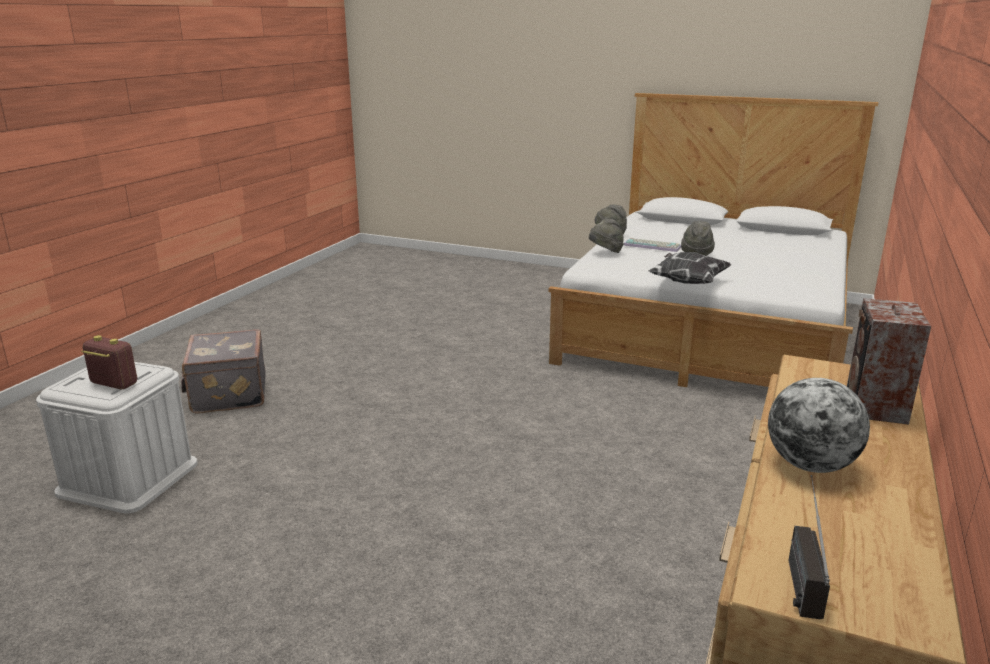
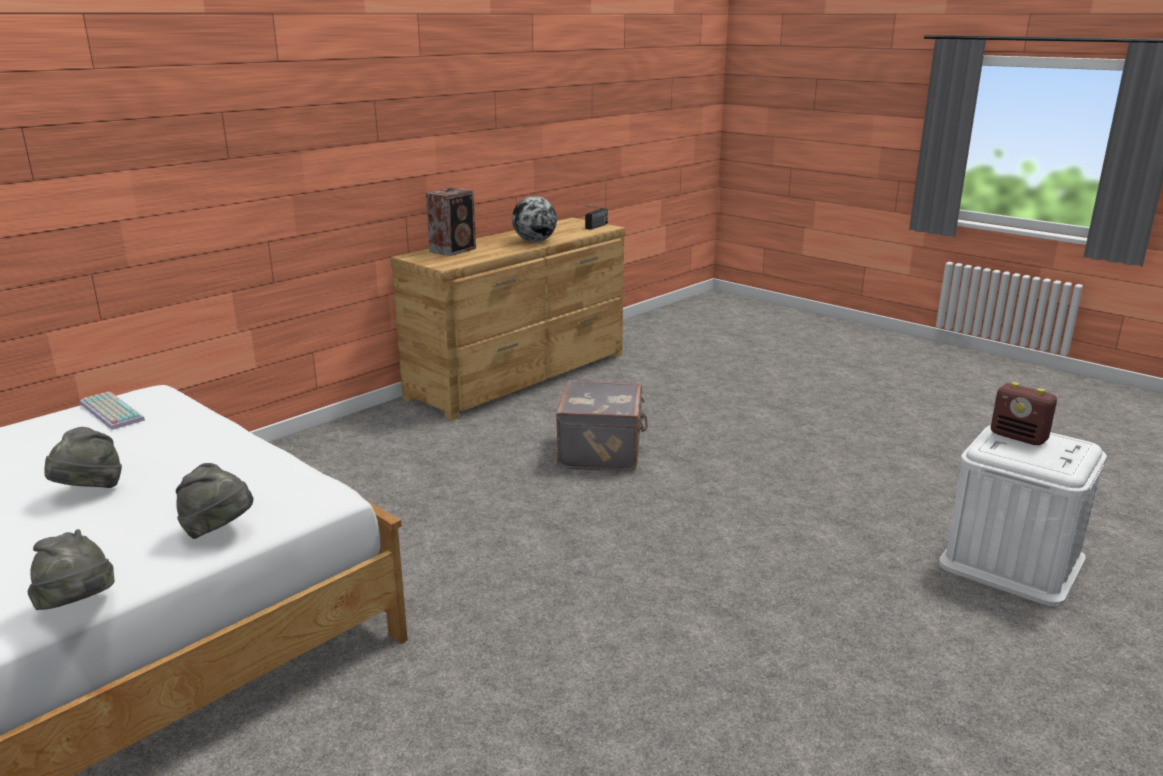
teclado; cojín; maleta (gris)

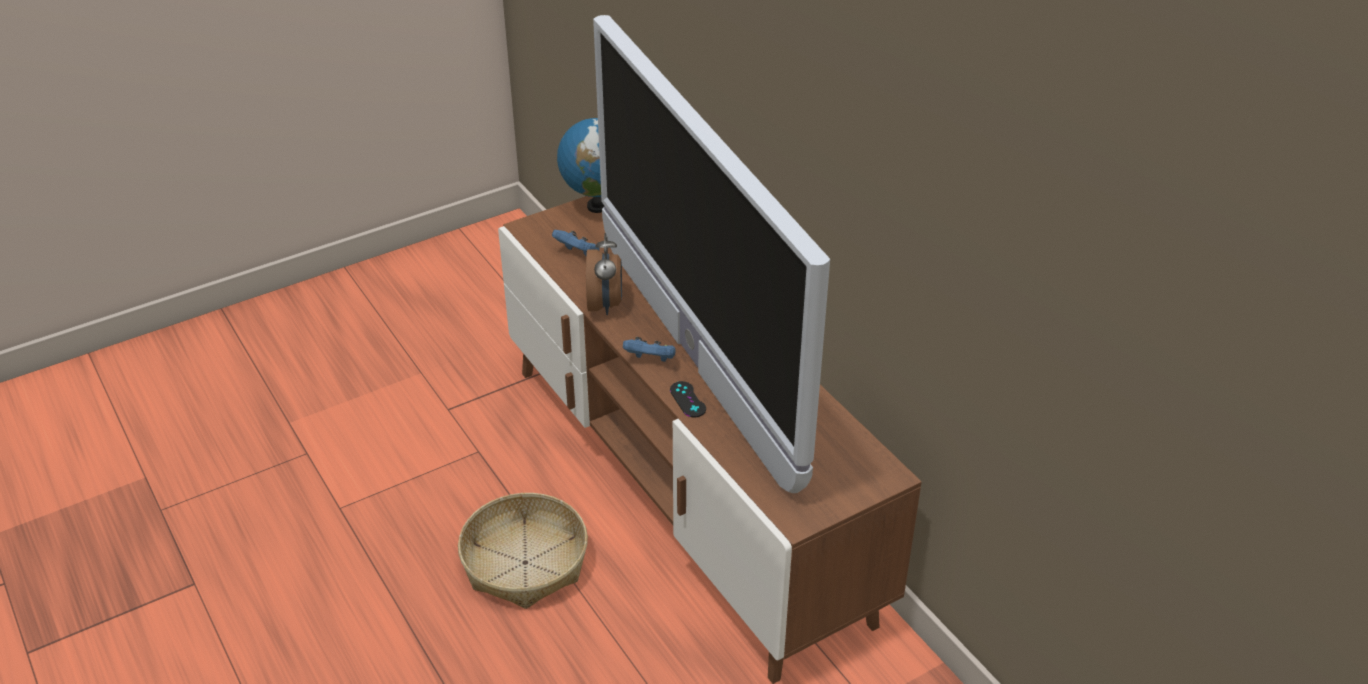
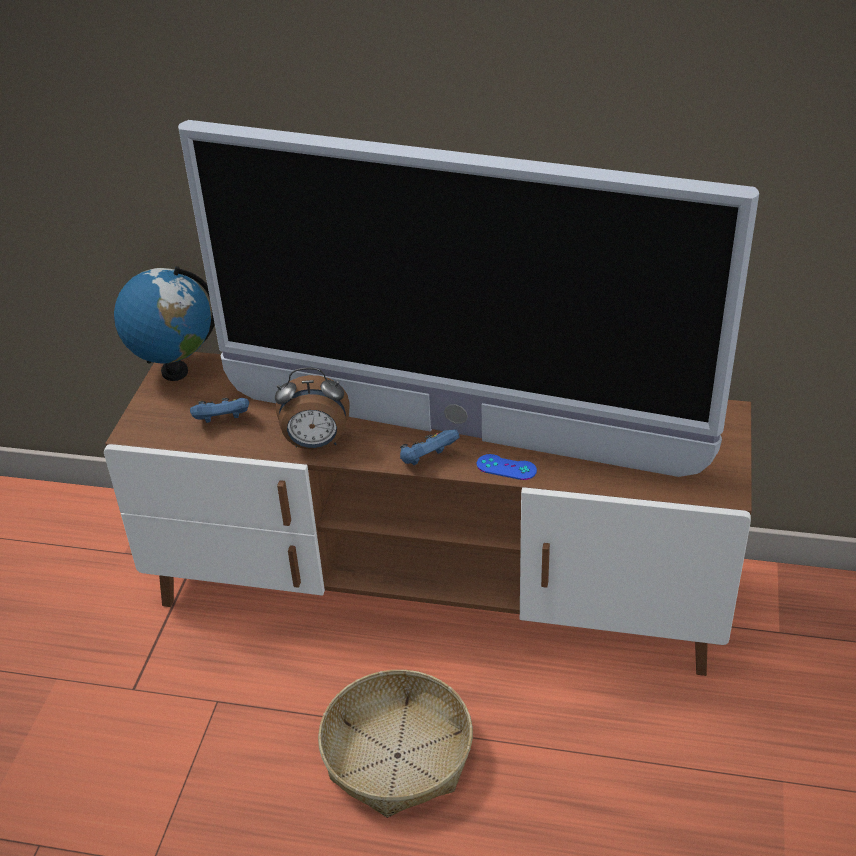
despertador; mando de consola (azul) (3rd from left)

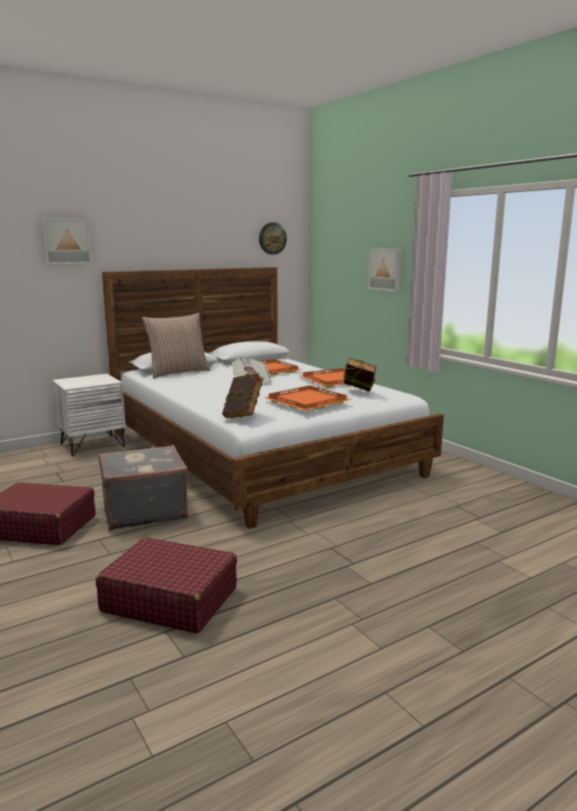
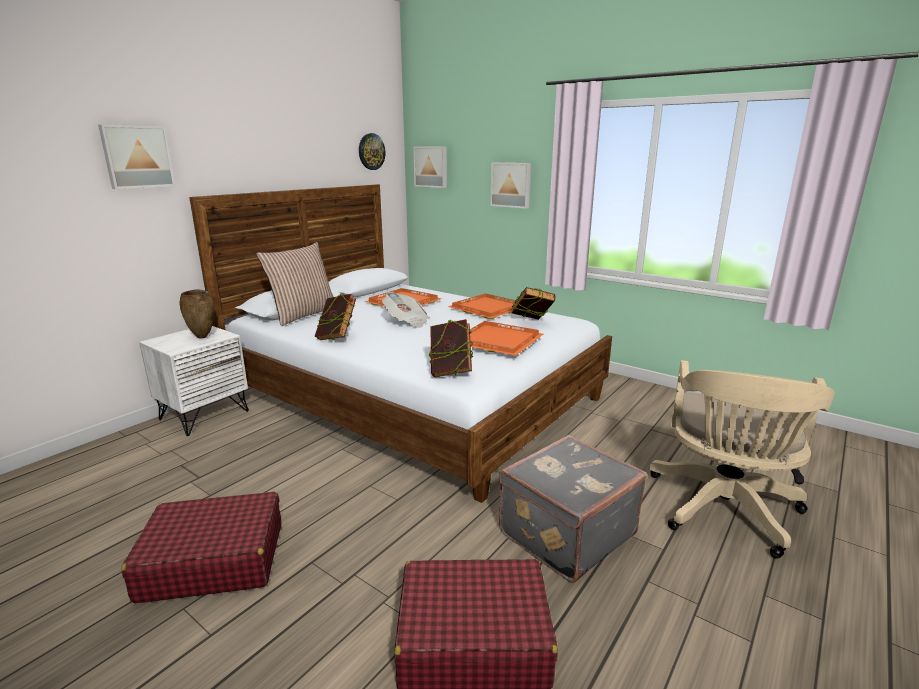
maleta (gris); cuadro (2nd from left); florero (marrón); libro (1st from left); silla de oficina (beis)

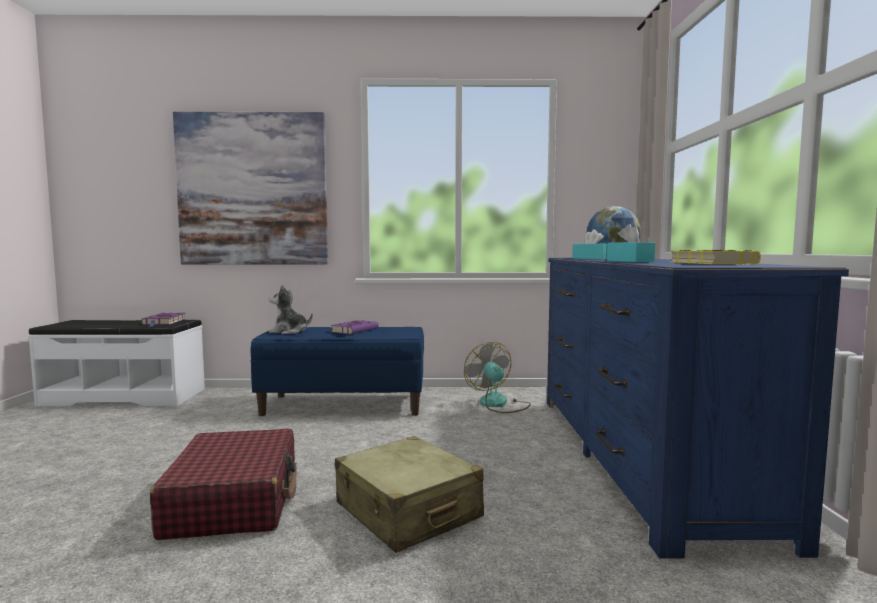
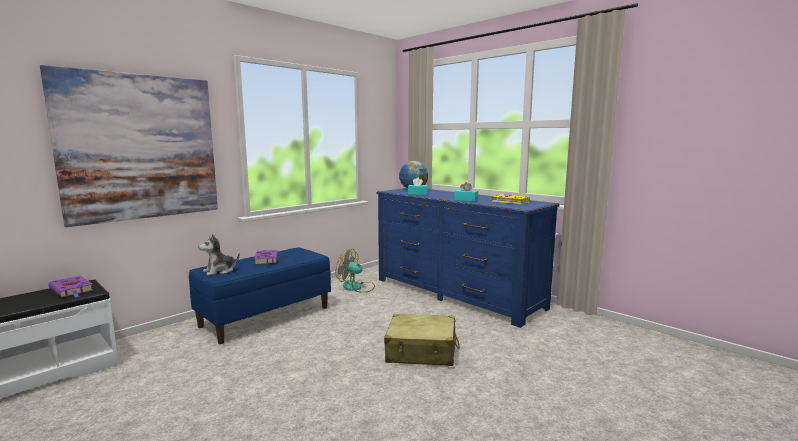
maleta (rojo)

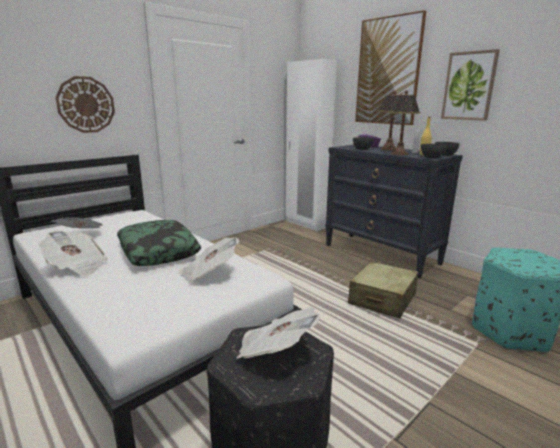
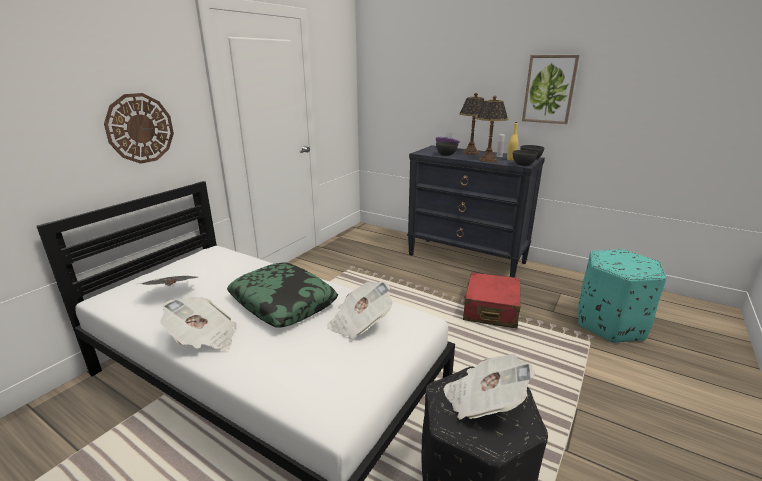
cuadro (1st from left in the first image); armario ropero (blanco); maleta (rojo)

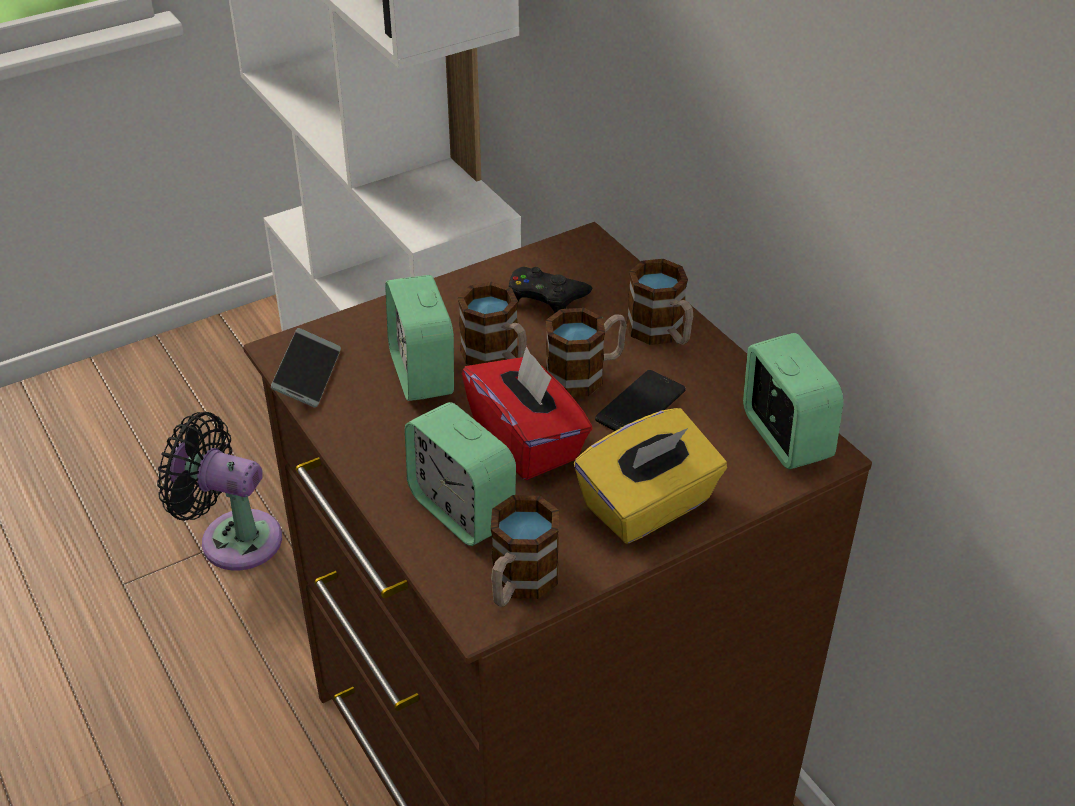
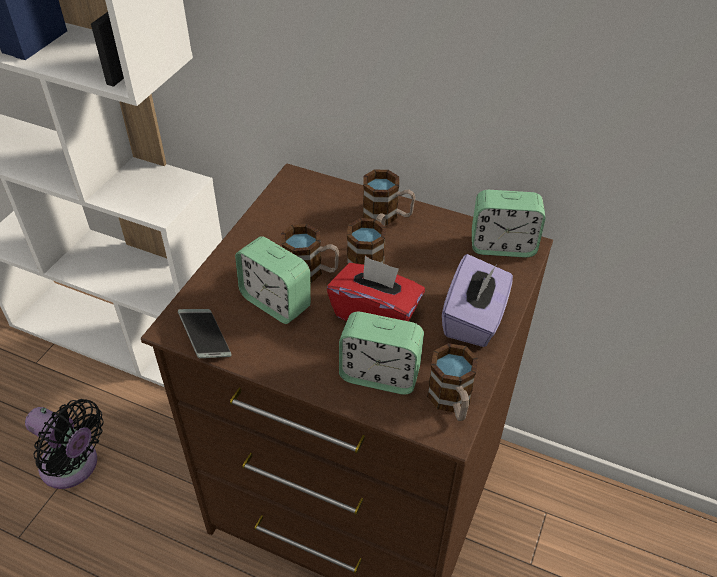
mando de consola (negro); despertador (3rd from left); móvil (2nd from left in the first image); caja de pañuelos (morado); ventilador (negro)

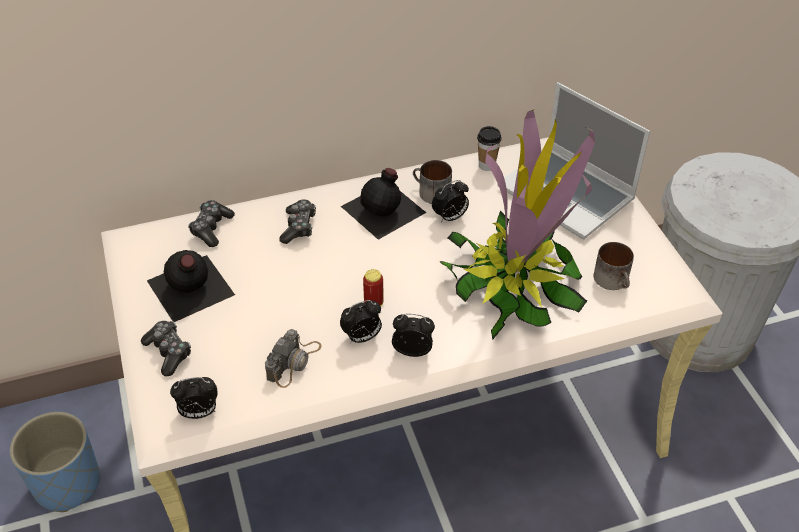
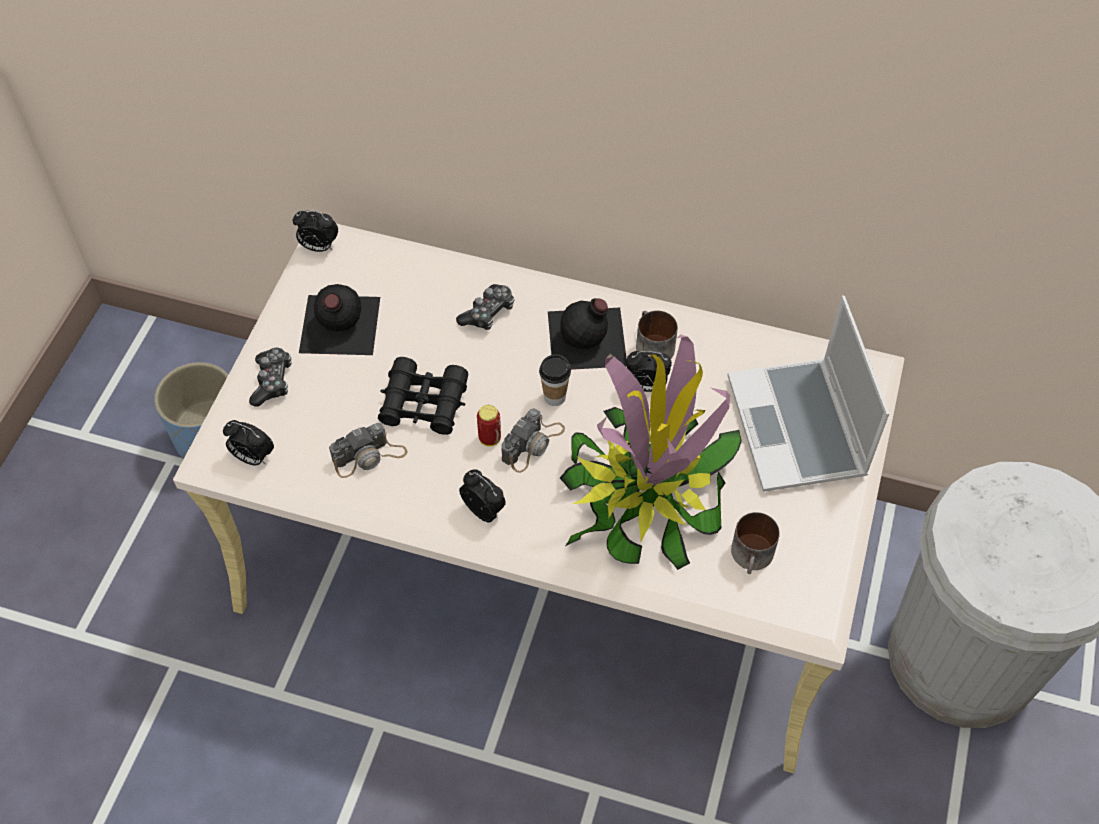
taza; mando de consola (2nd from left in the first image); despertador (2nd from left); prismáticos (negro); cámara (2nd from left)

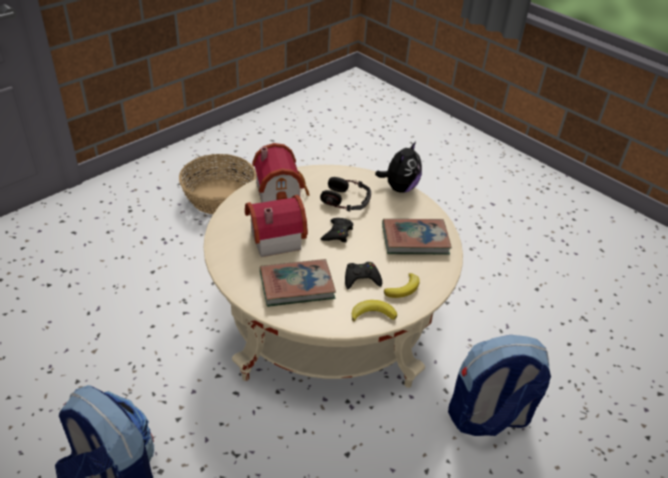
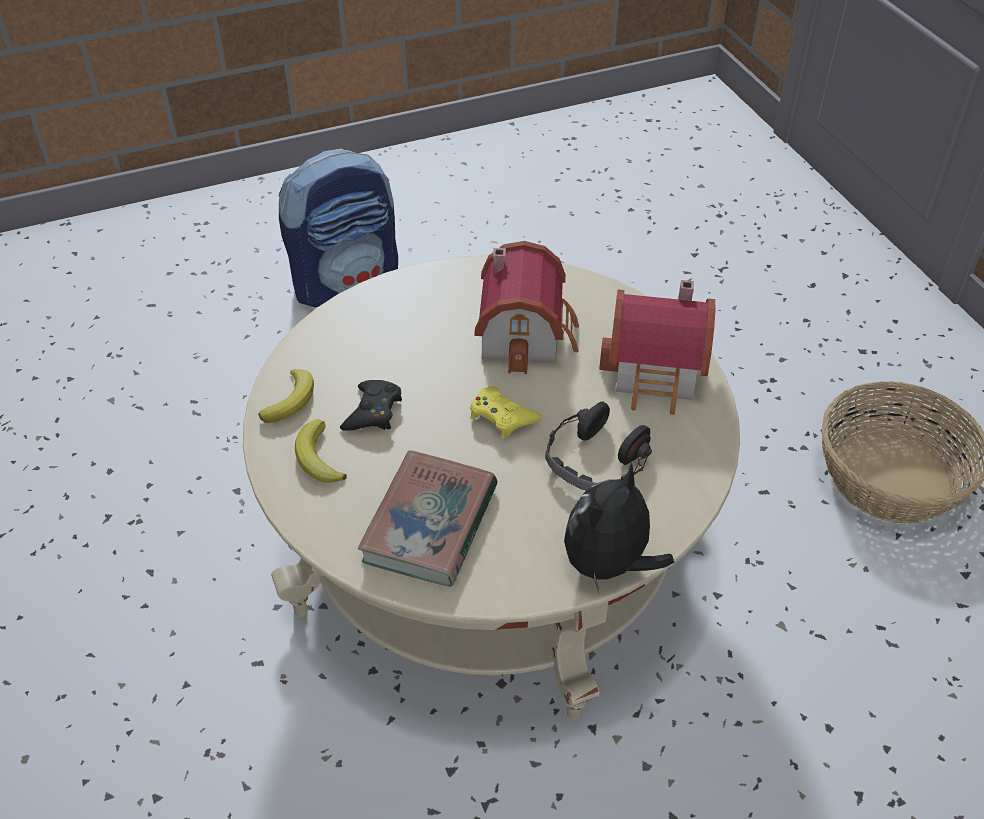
peluche; mando de consola (amarillo); libro (1st from left in the first image); mochila (2nd from left in the first image)

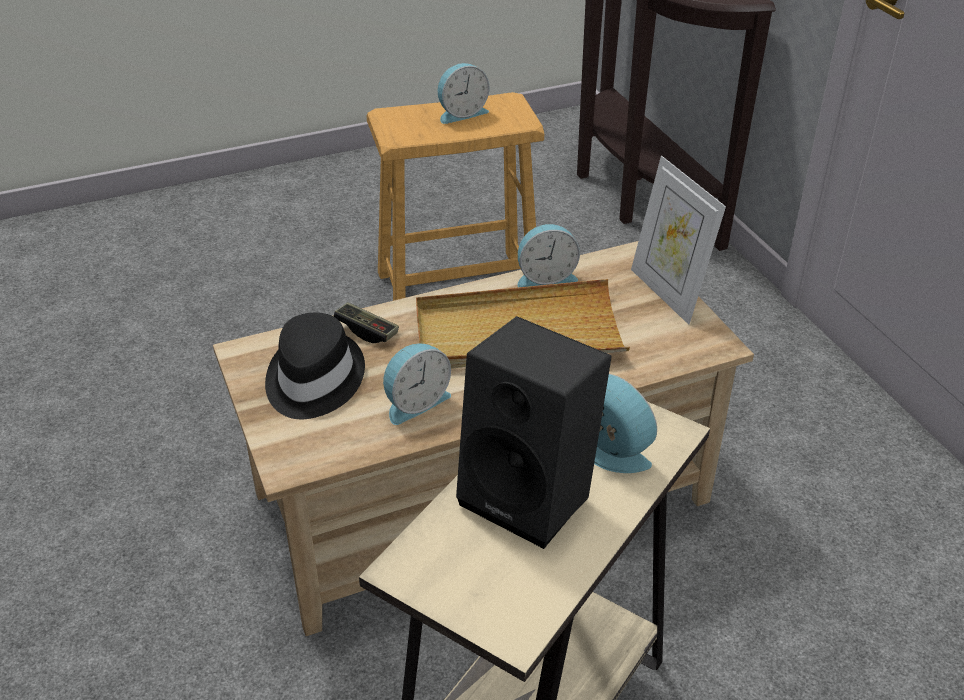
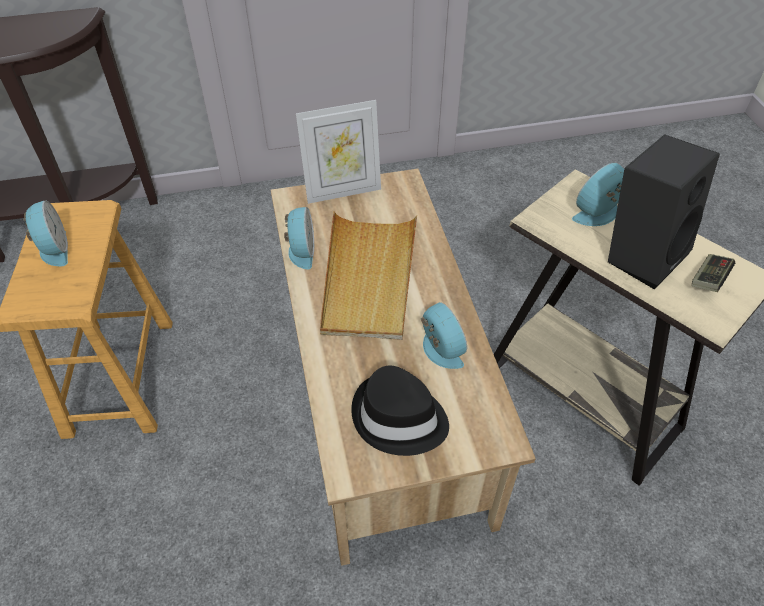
mando de consola

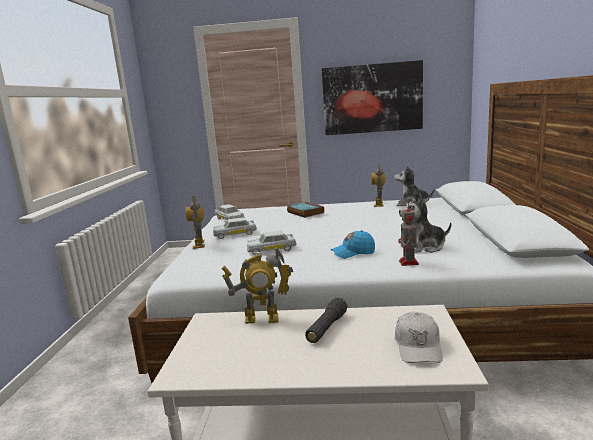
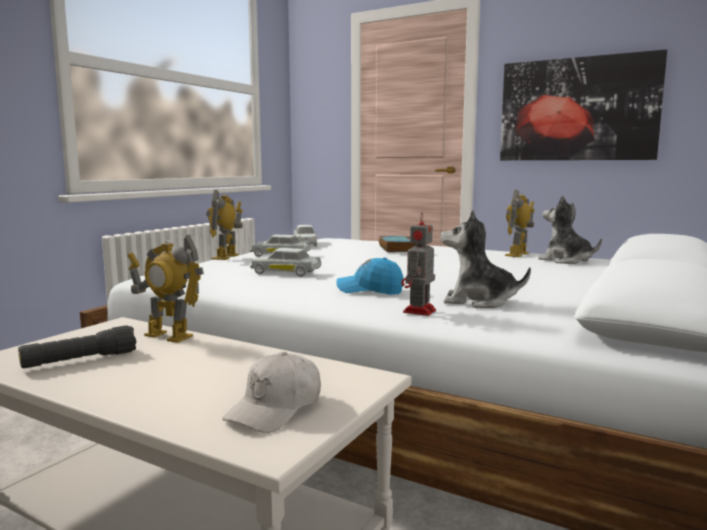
linterna (negro)

